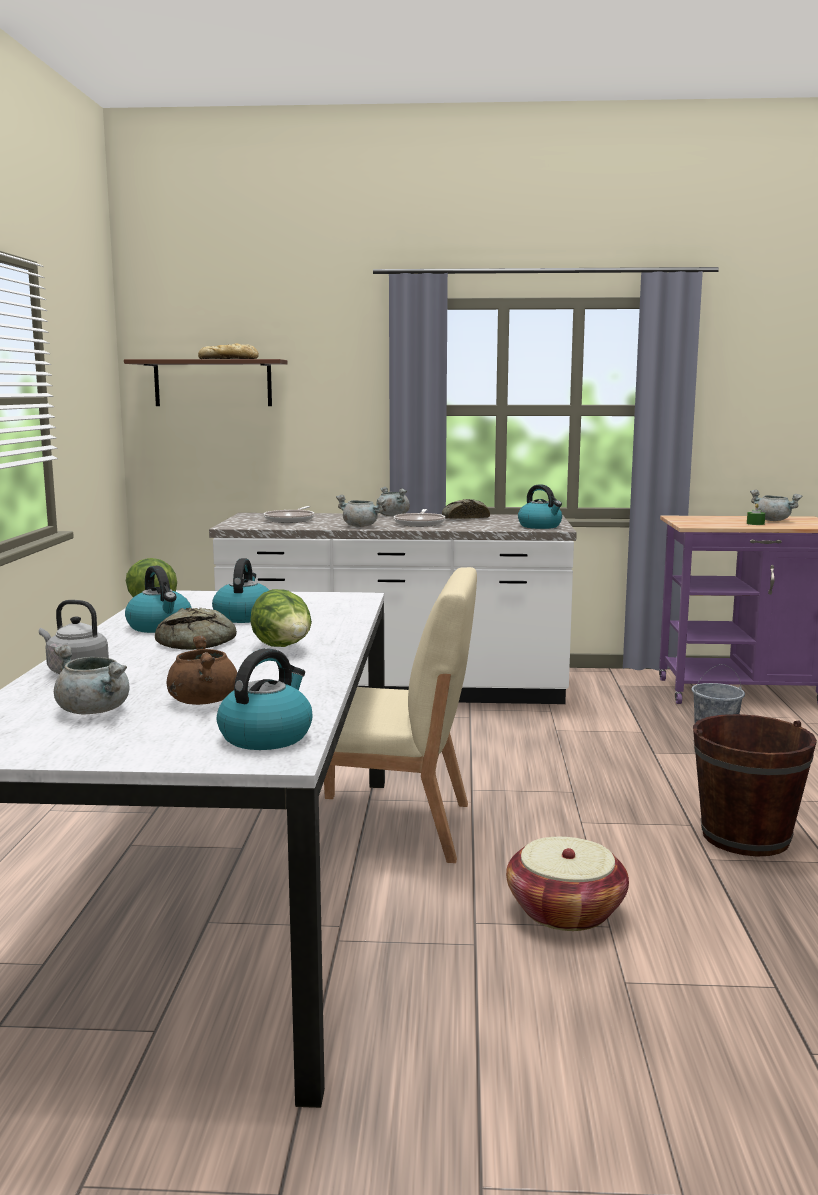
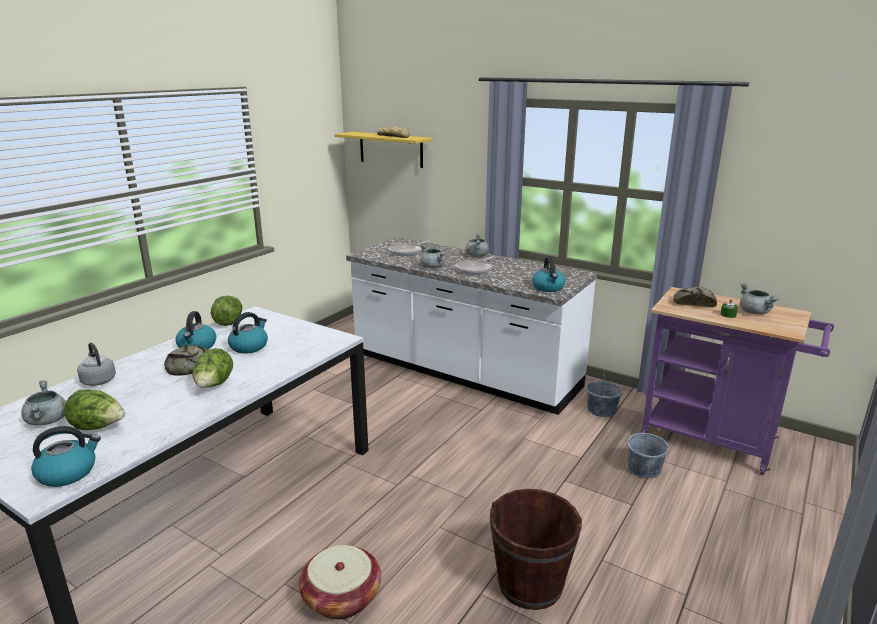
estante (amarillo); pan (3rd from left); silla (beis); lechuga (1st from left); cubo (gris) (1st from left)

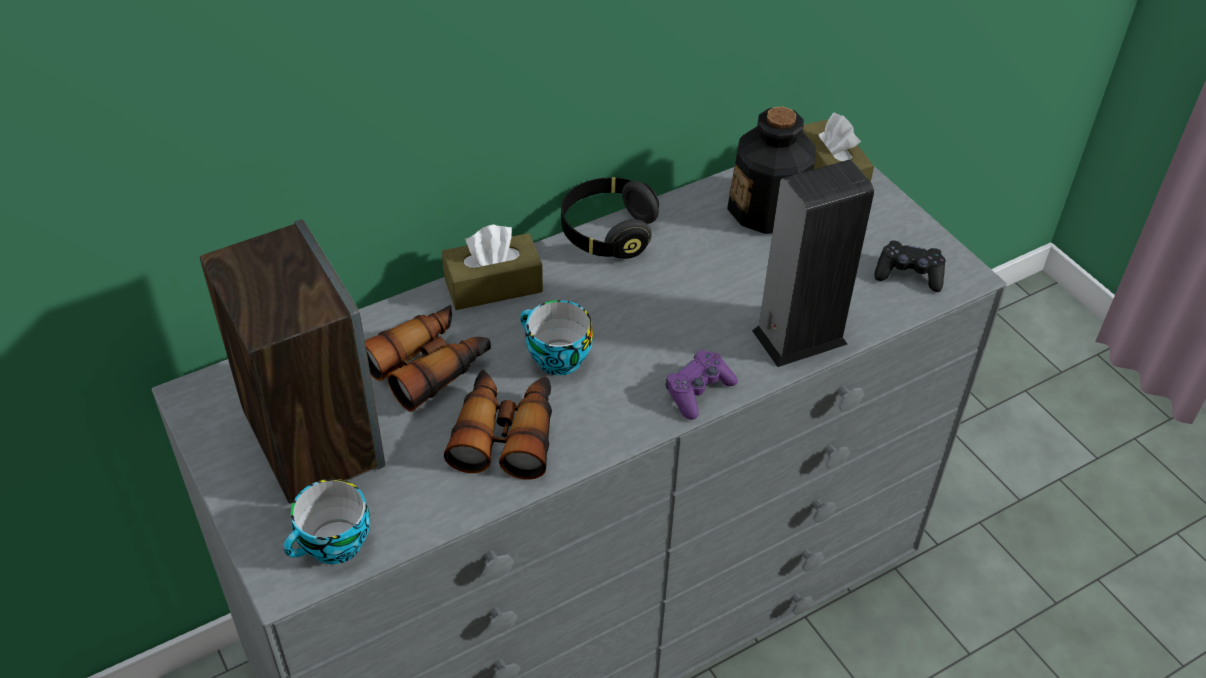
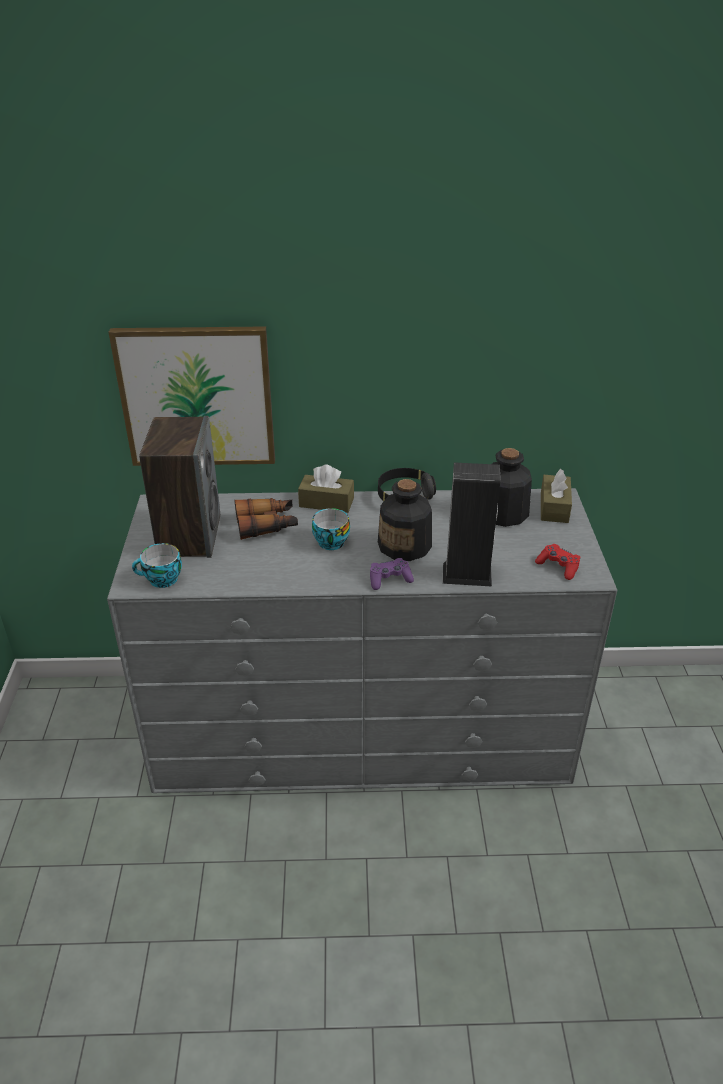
mando de consola (rojo); prismáticos (2nd from left in the first image); cuadro; botella (1st from left)

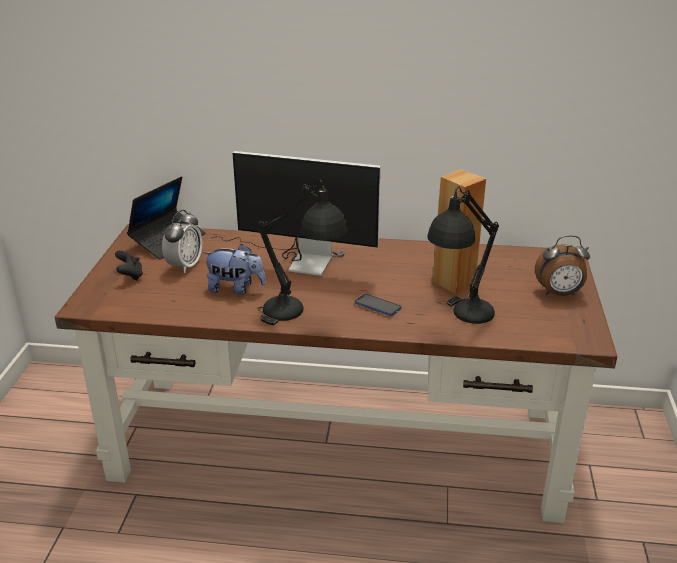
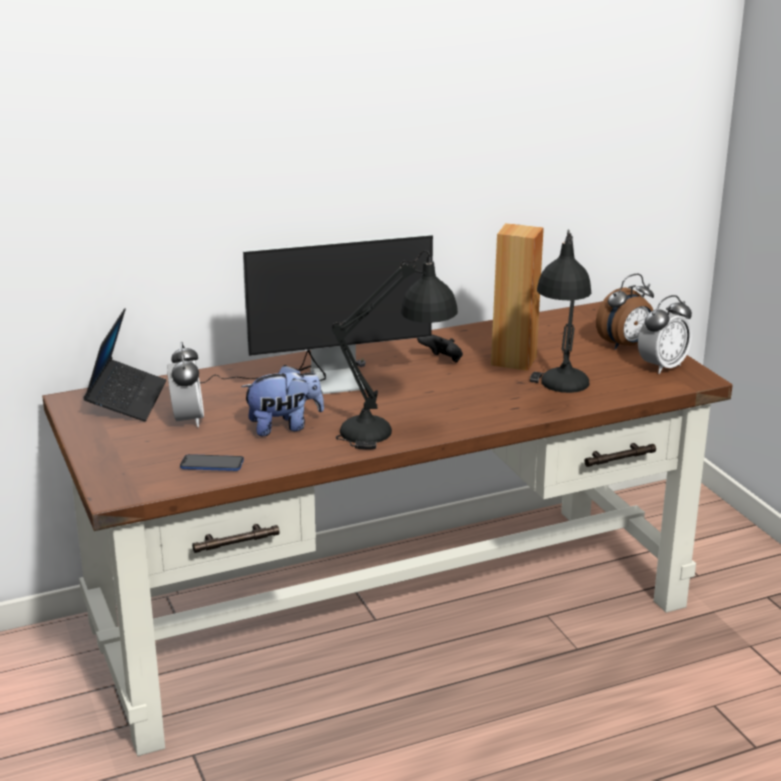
mando de consola (negro); móvil; despertador (3rd from left)

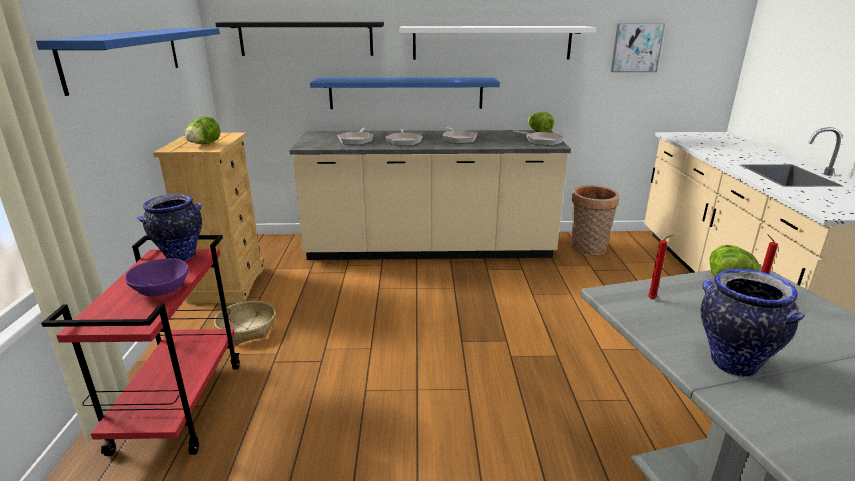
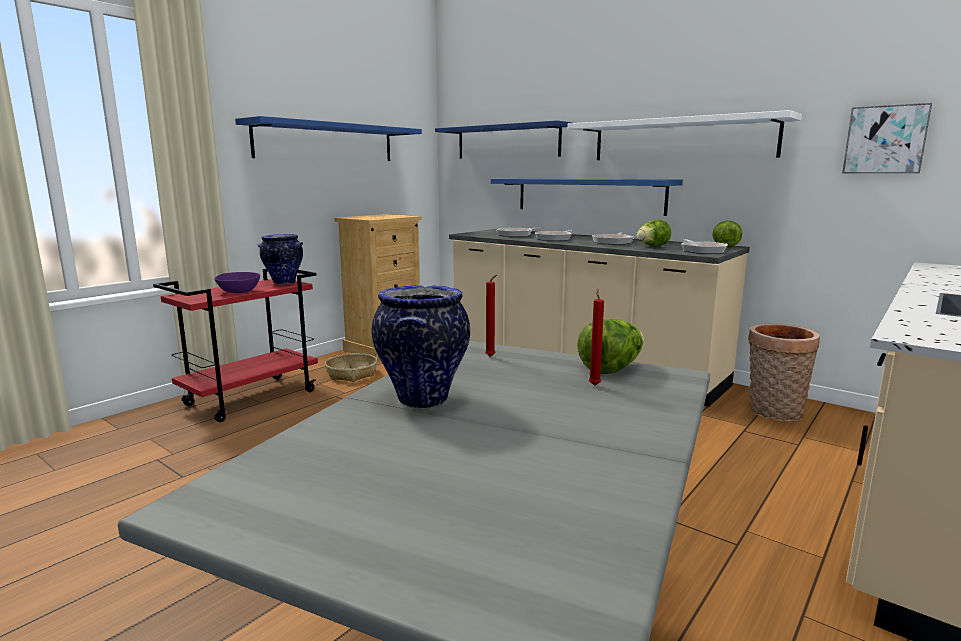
estante (azul) (2nd from left); lechuga (2nd from left)

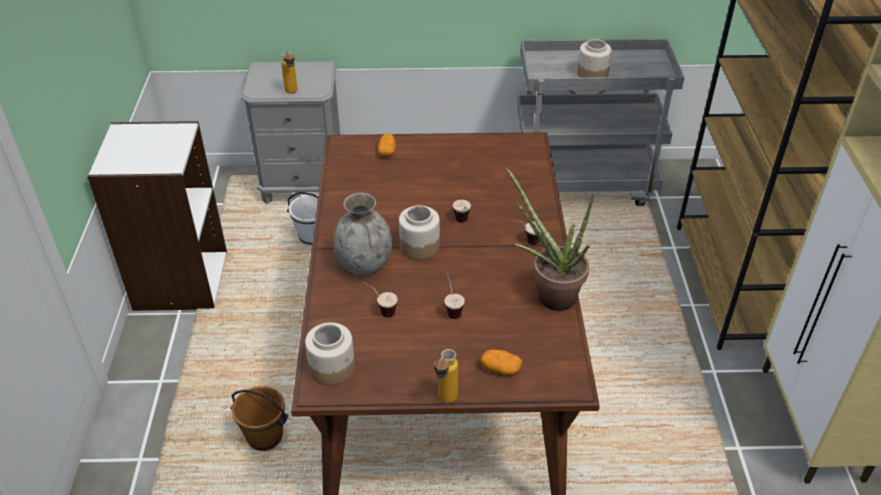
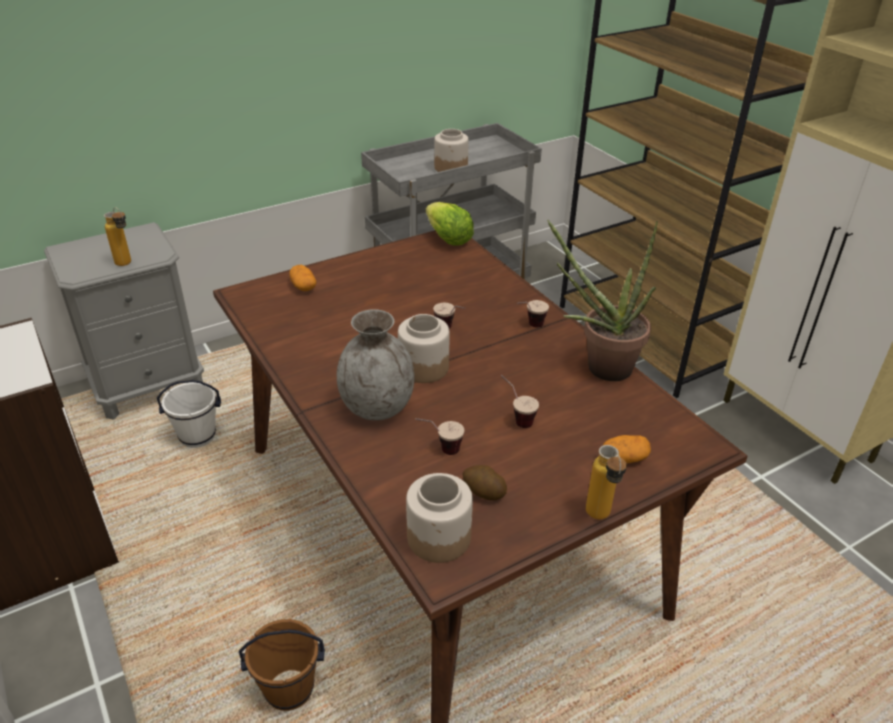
lechuga; patata (2nd from left)

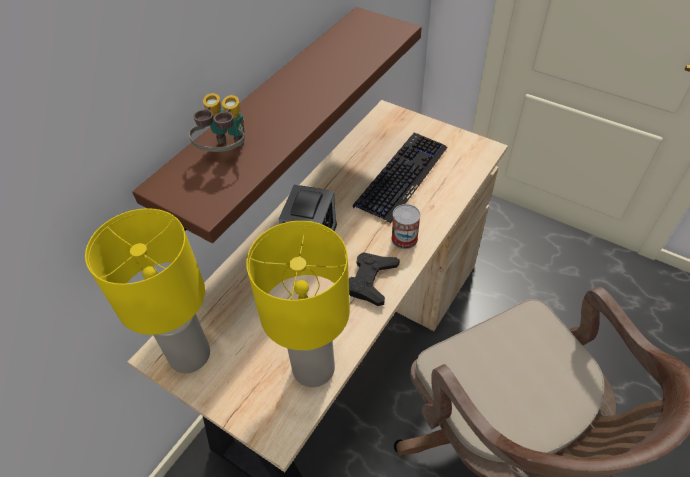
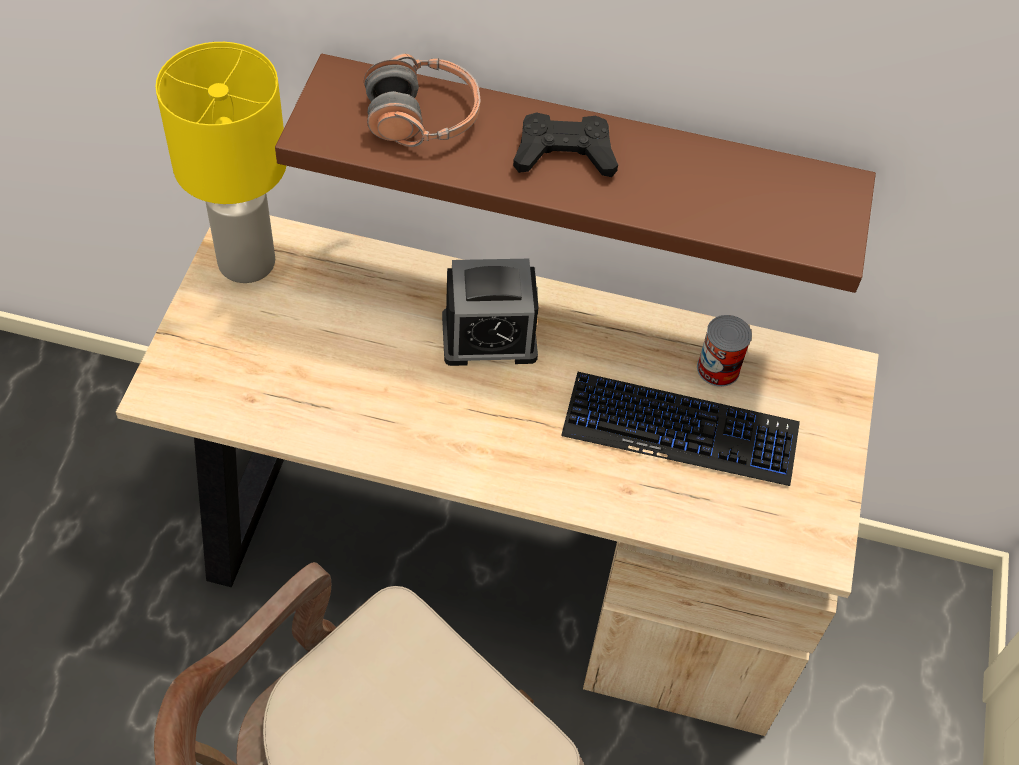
auriculares; lata; lámpara de mesa (amarillo) (2nd from left in the first image); mando de consola (negro)

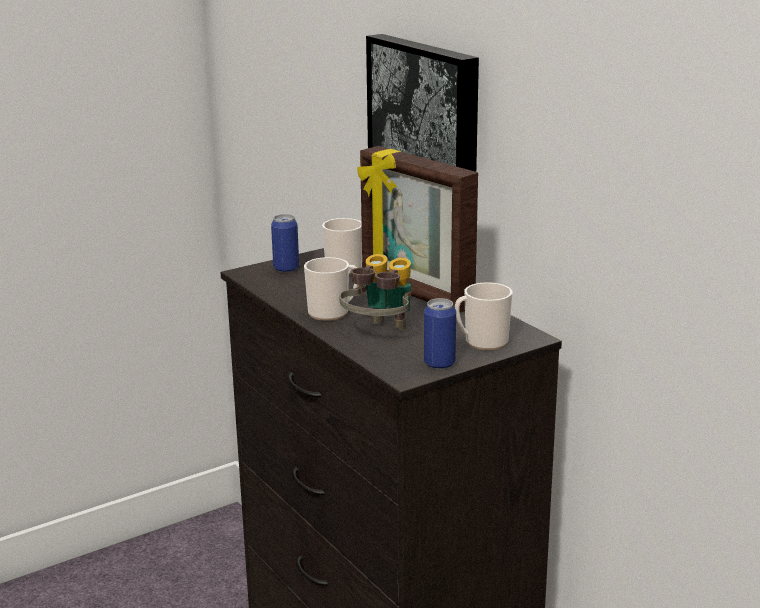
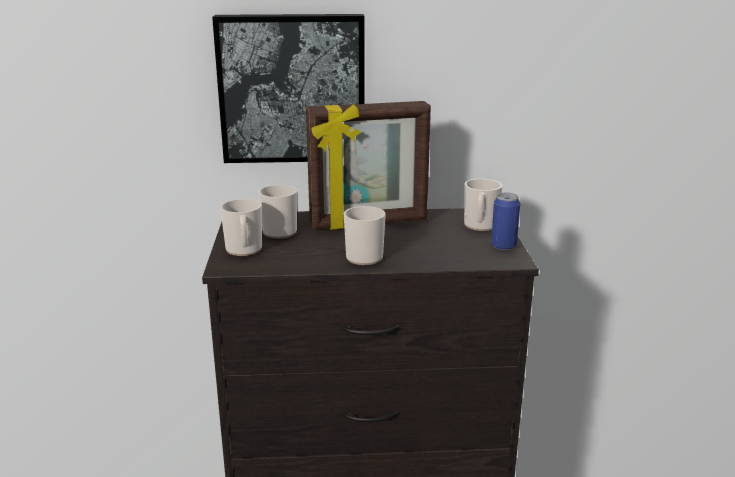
taza grande (1st from left); prismáticos

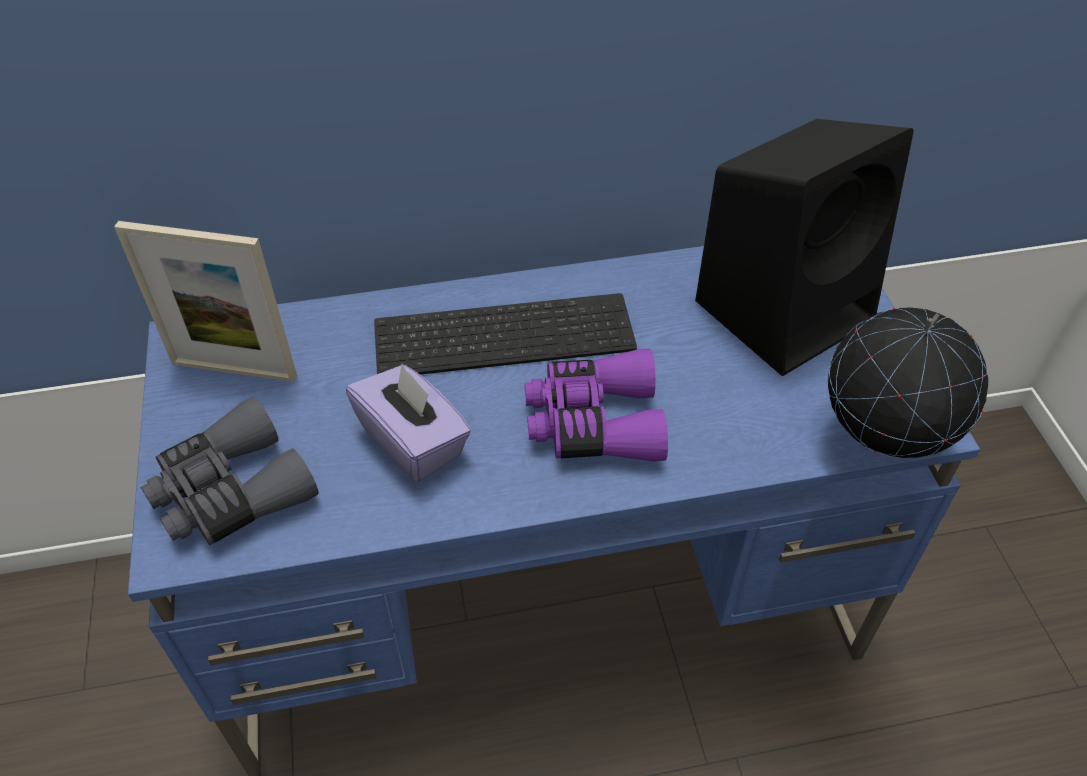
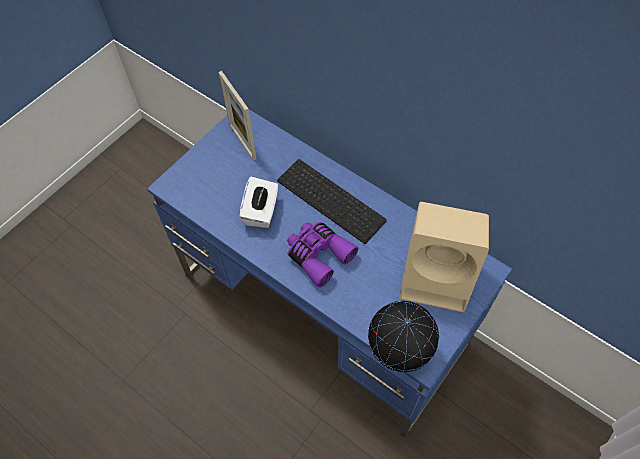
altavoz (beis); caja de pañuelos (blanco); prismáticos (gris)

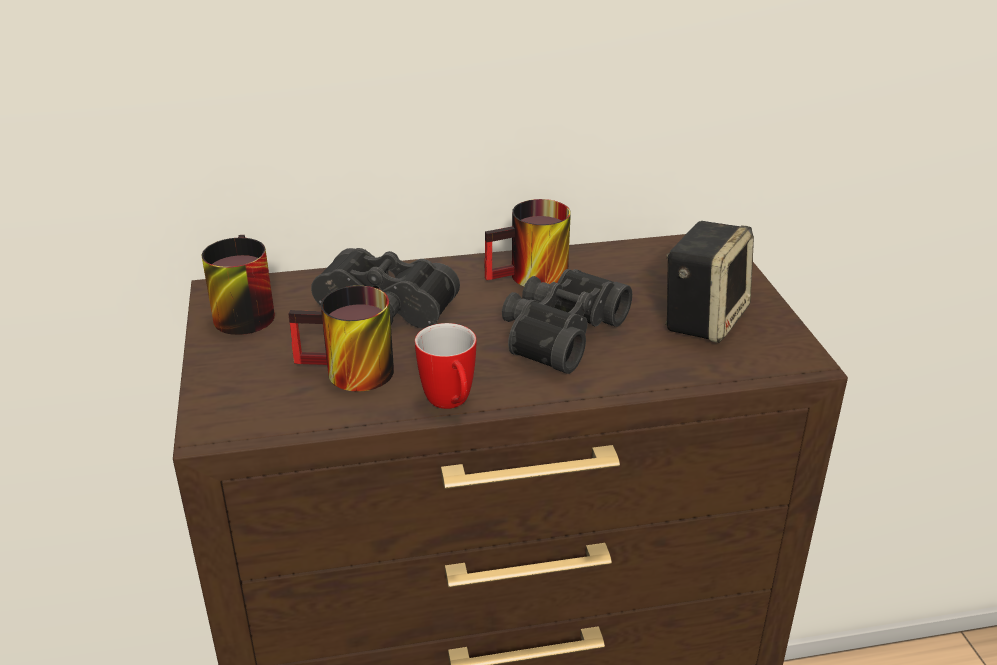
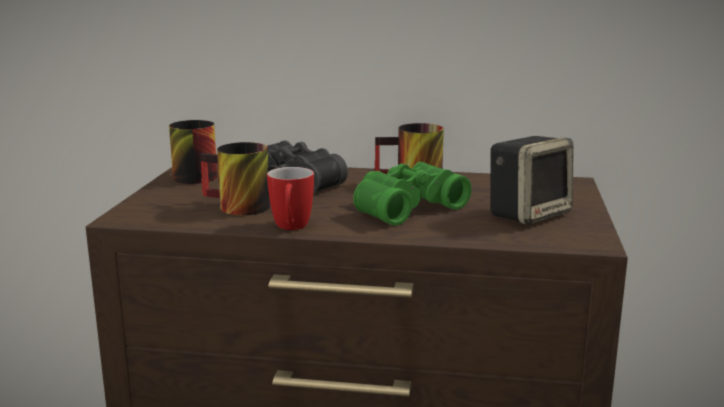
prismáticos (verde)

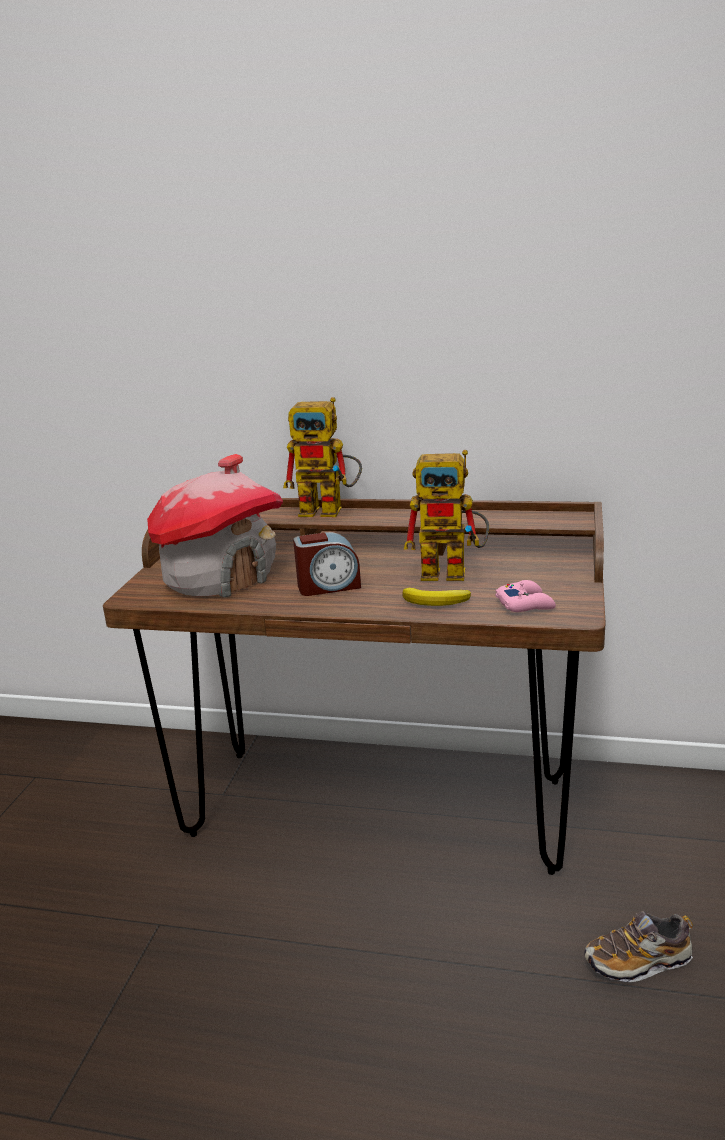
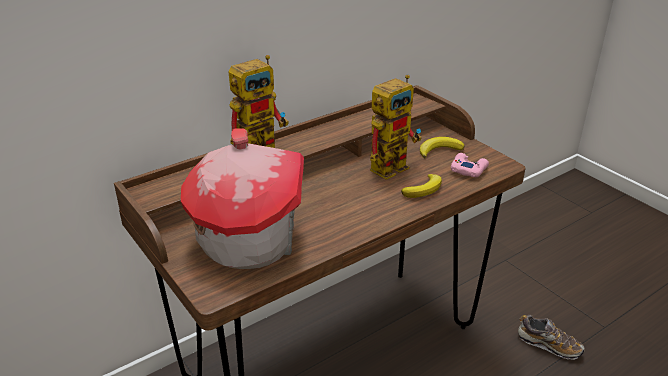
despertador; zapato; plátano (2nd from left)

